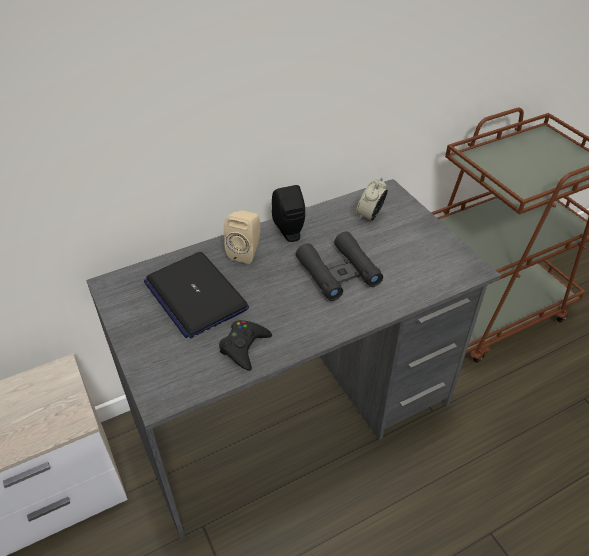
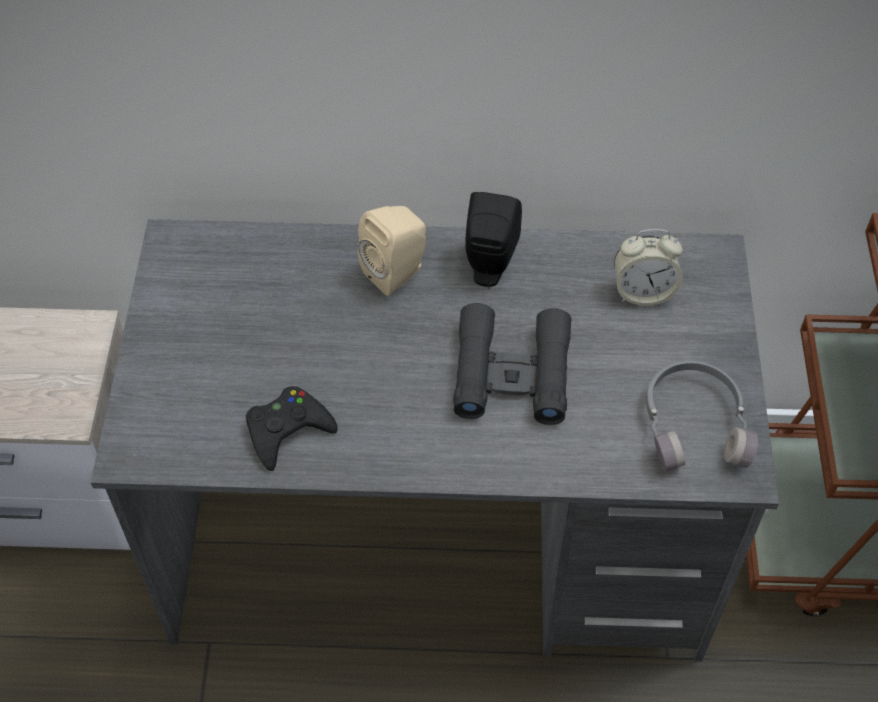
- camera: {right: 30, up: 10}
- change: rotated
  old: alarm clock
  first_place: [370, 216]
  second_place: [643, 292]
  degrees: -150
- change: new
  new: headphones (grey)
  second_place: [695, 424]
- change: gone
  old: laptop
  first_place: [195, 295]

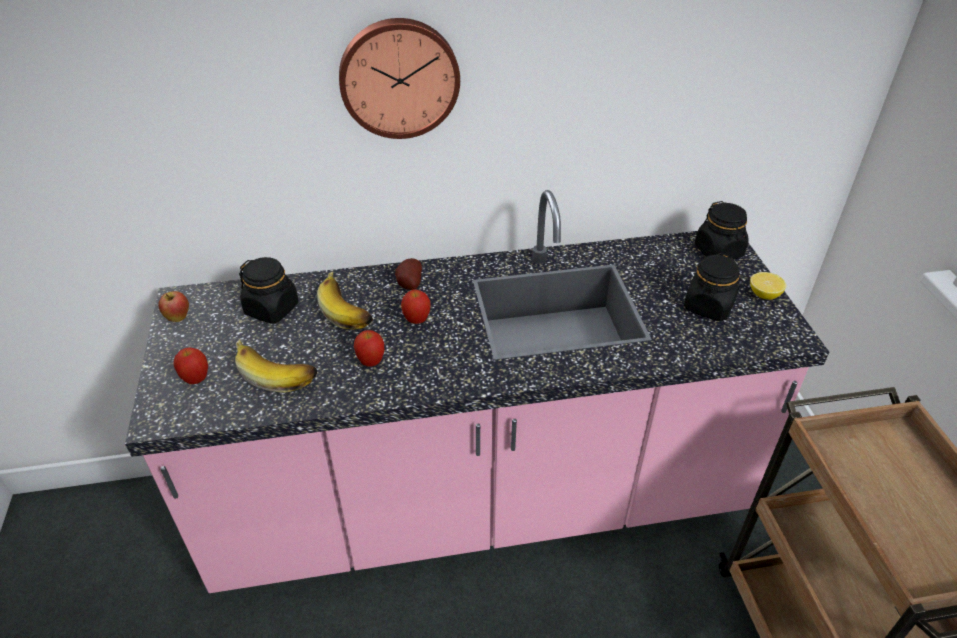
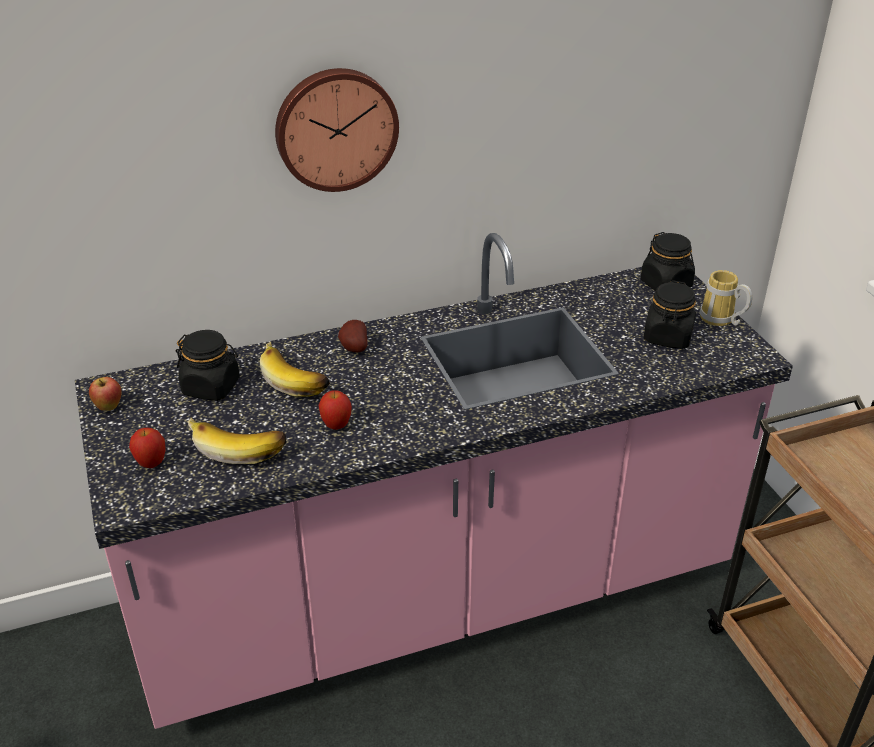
- camera: {right: -10, up: -5}
- change: swapped
  old: lemon
  new: mug
  first_place: [764, 295]
  second_place: [719, 320]
- change: gone
  old: apple
  first_place: [417, 320]

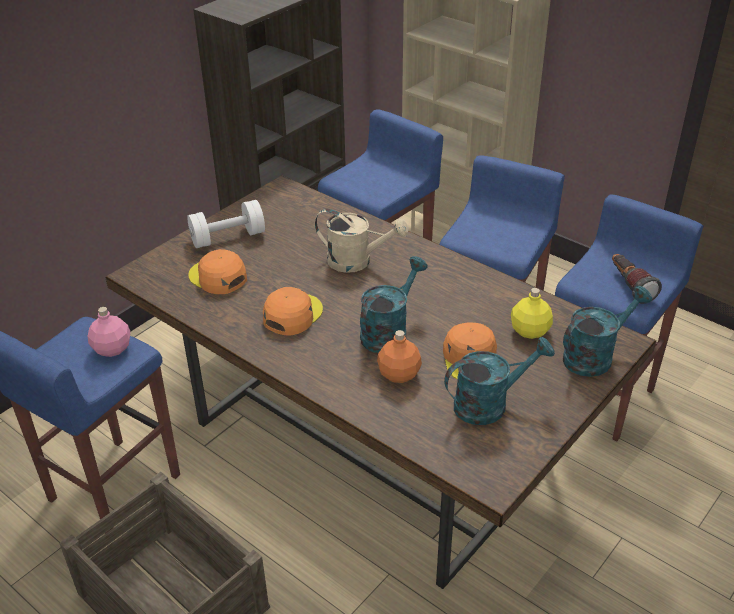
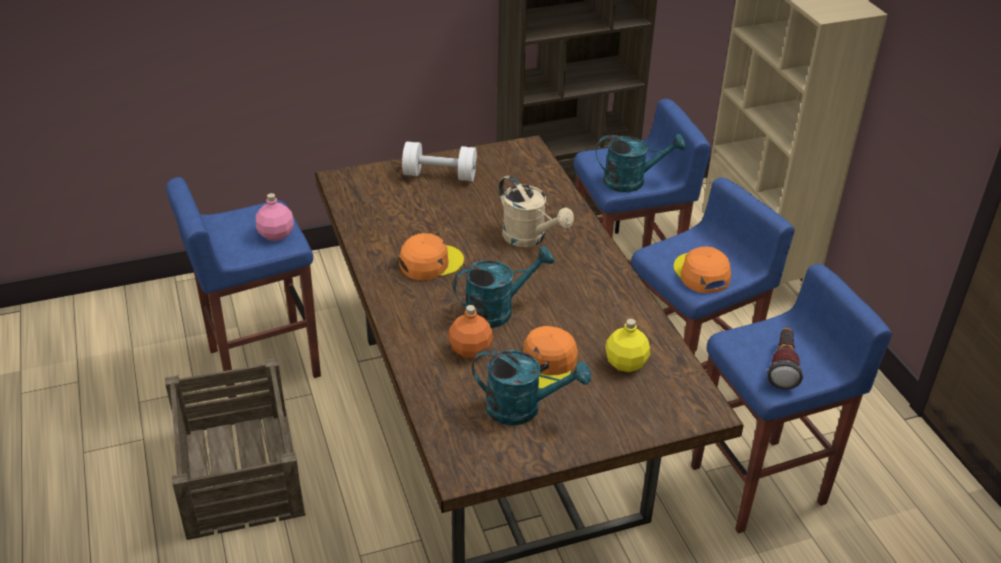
- camera: {right: 30, up: 0}
- change: shifted
  old: watering can (turquoise)
  first_place: [594, 356]
  second_place: [632, 181]
- change: shifted
  old: cap (orange)
  first_place: [217, 277]
  second_place: [701, 274]

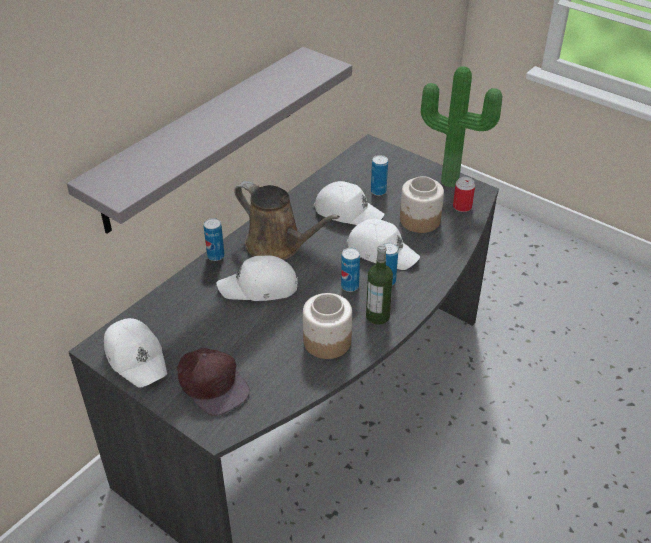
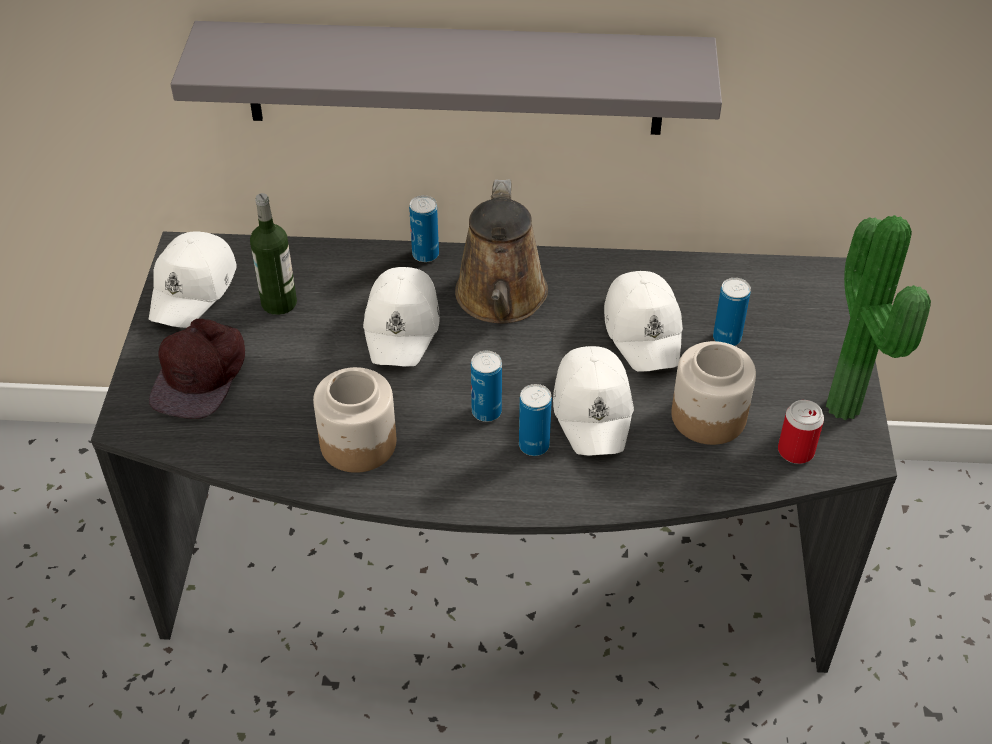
- camera: {right: 55, up: 5}
- change: shifted
  old: bottle
  first_place: [377, 316]
  second_place: [279, 303]
- change: rotated
  old: cap (white)
  first_place: [259, 288]
  second_place: [403, 326]
  degrees: -135

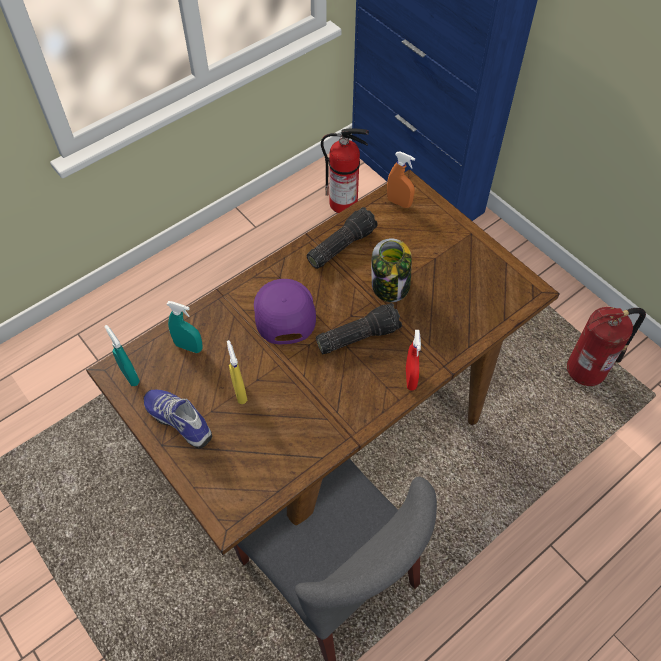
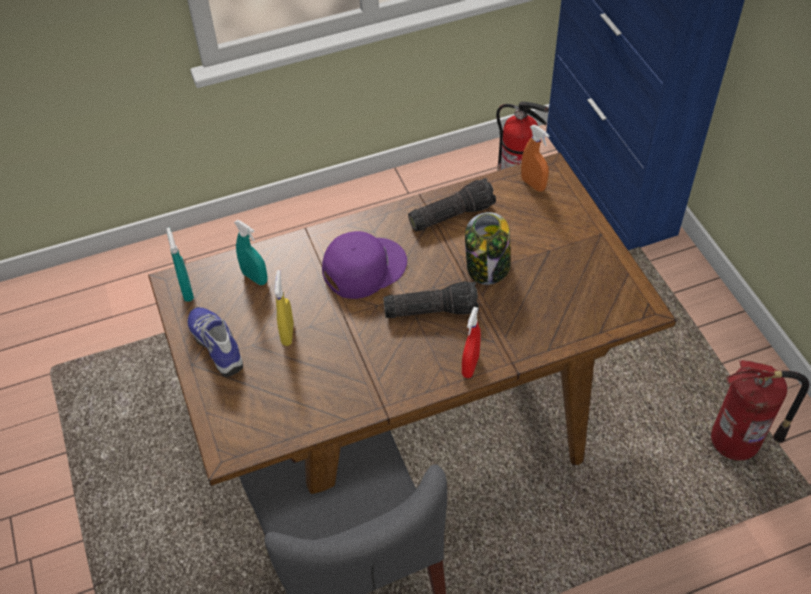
- camera: {right: 20, up: -5}
- change: rotated
  old: cap (purple)
  first_place: [283, 312]
  second_place: [363, 267]
  degrees: 45

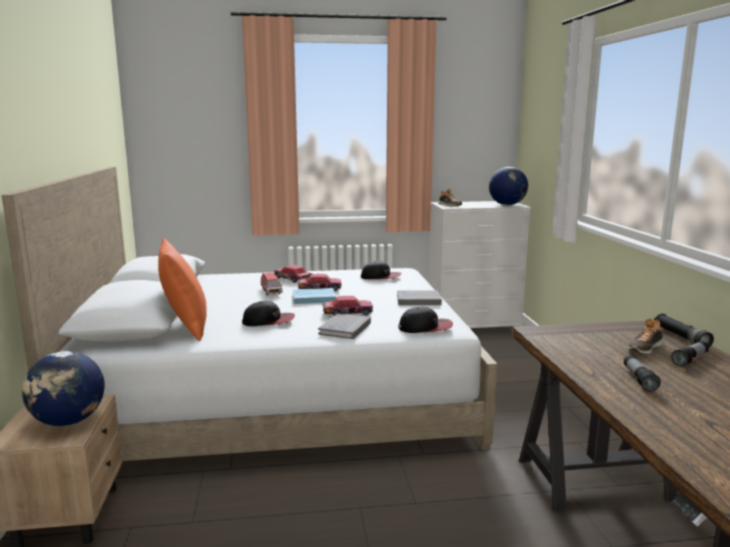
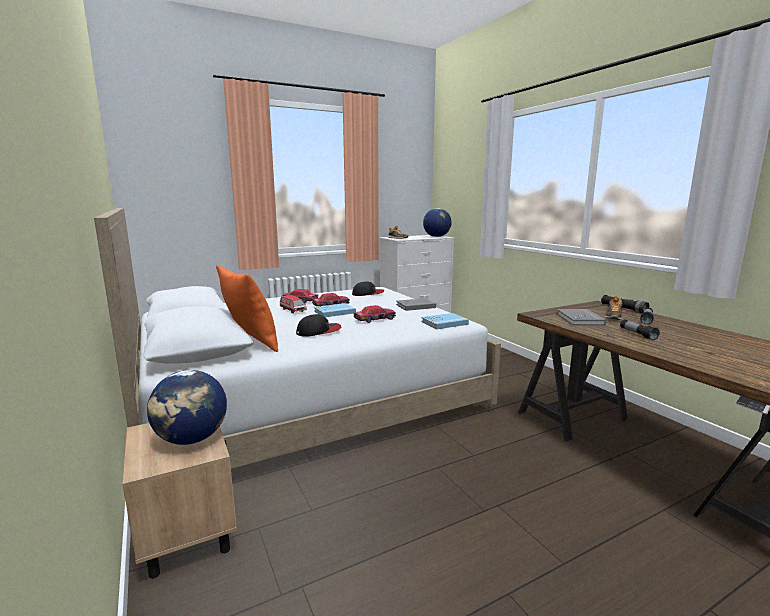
- camera: {right: -20, up: 0}
- change: swapped
  old: cap
  new: book (blue)
  first_place: [425, 328]
  second_place: [444, 323]
- change: shifted
  old: book (grey)
  first_place: [345, 328]
  second_place: [580, 319]

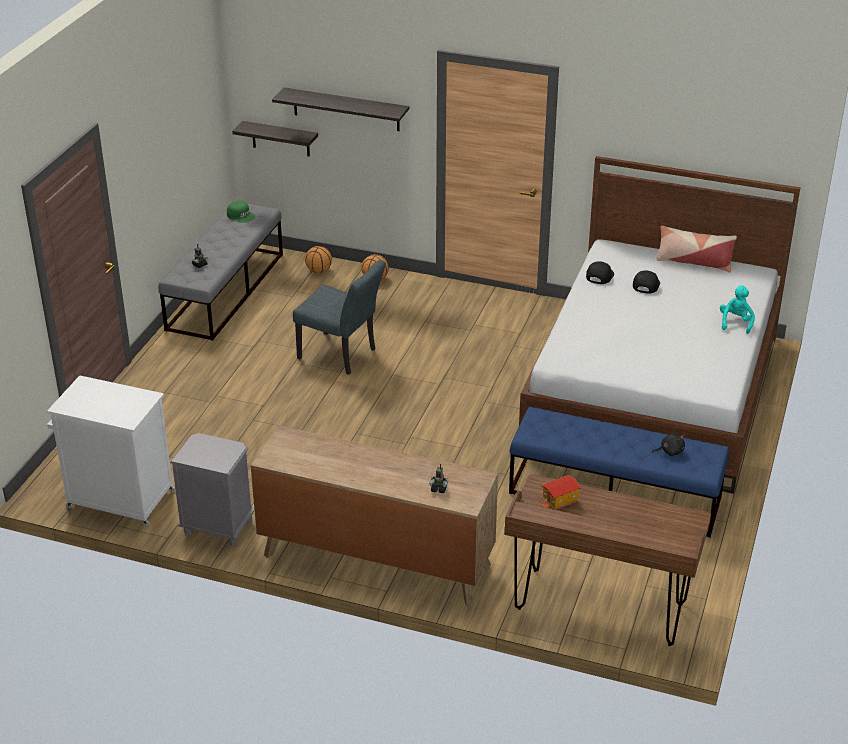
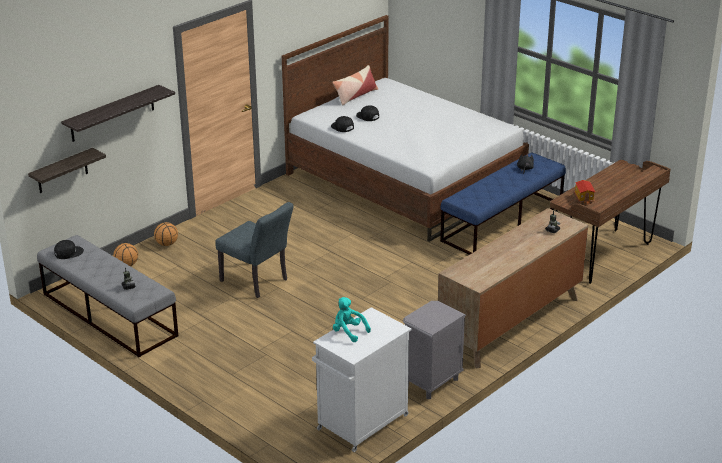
- camera: {right: -65, up: -5}
- change: repainted
  old: cap (green)
  new: cap (black)
  first_place: [241, 215]
  second_place: [68, 252]
- change: rotated
  old: chair (grey)
  first_place: [342, 355]
  second_place: [257, 282]
  degrees: 75
- change: shifted
  old: plush toy (turquoise)
  first_place: [735, 323]
  second_place: [348, 332]

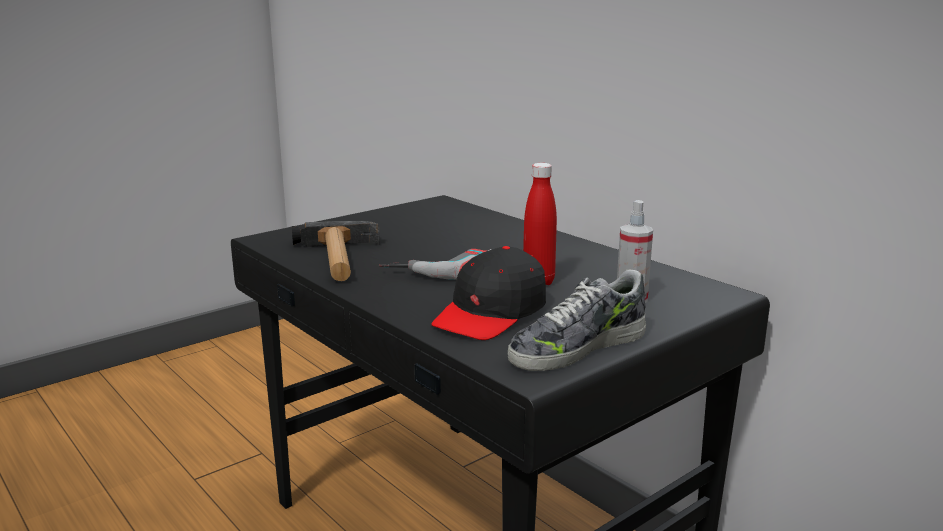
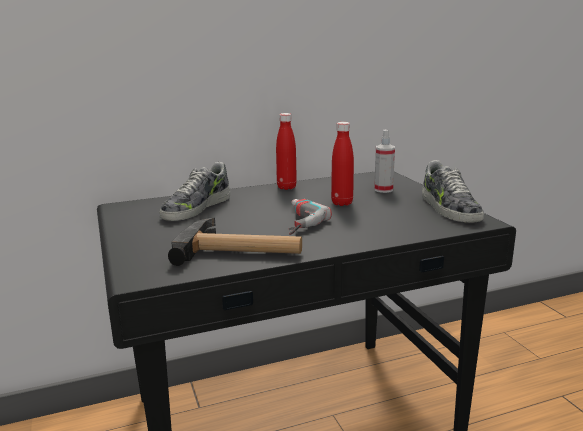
- camera: {right: -70, up: 0}
- change: new
  new: shoe
  second_place: [196, 208]
- change: new
  new: bottle (red)
  second_place: [286, 187]
- change: gone
  old: cap (black)
  first_place: [491, 313]

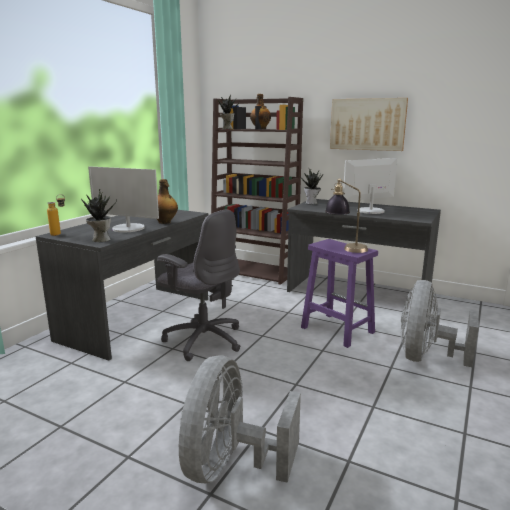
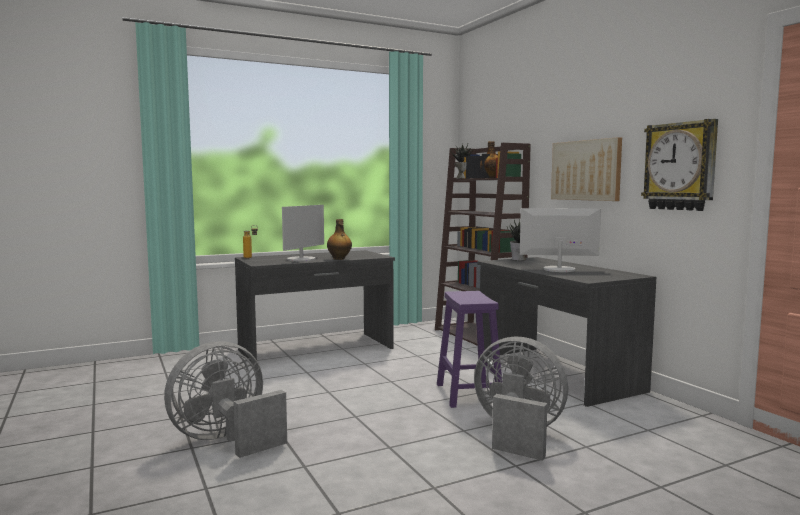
- camera: {right: 35, up: -10}
- change: rotated
  old: monitor
  first_place: [128, 228]
  second_place: [302, 259]
  degrees: -120
- change: rotated
  old: fan (grey)
  first_place: [426, 357]
  second_place: [517, 434]
  degrees: 60
- change: new
  new: wall clock
  second_place: [680, 166]
- change: gone
  old: potted plant
  first_place: [100, 240]
- change: gone
  old: office chair (grey)
  first_place: [203, 340]
- change: gone
  old: table lamp
  first_place: [345, 248]

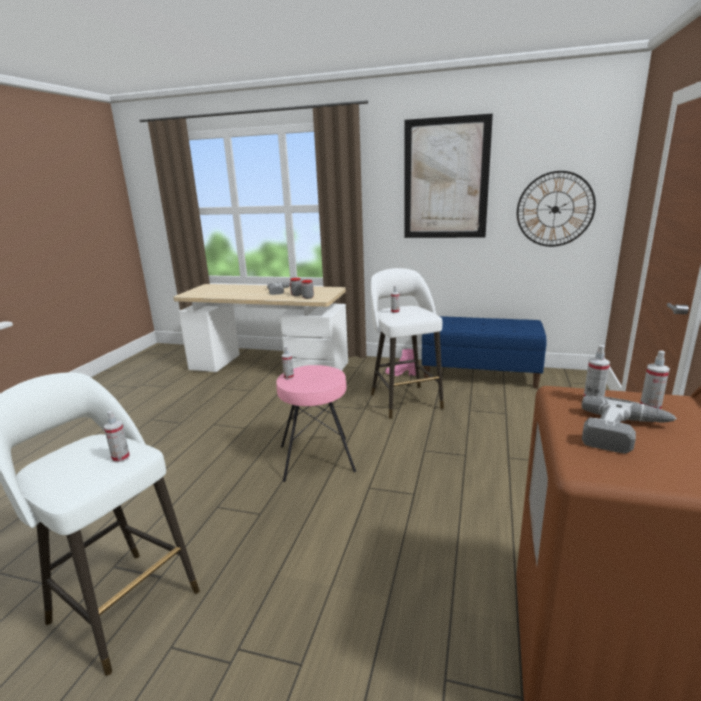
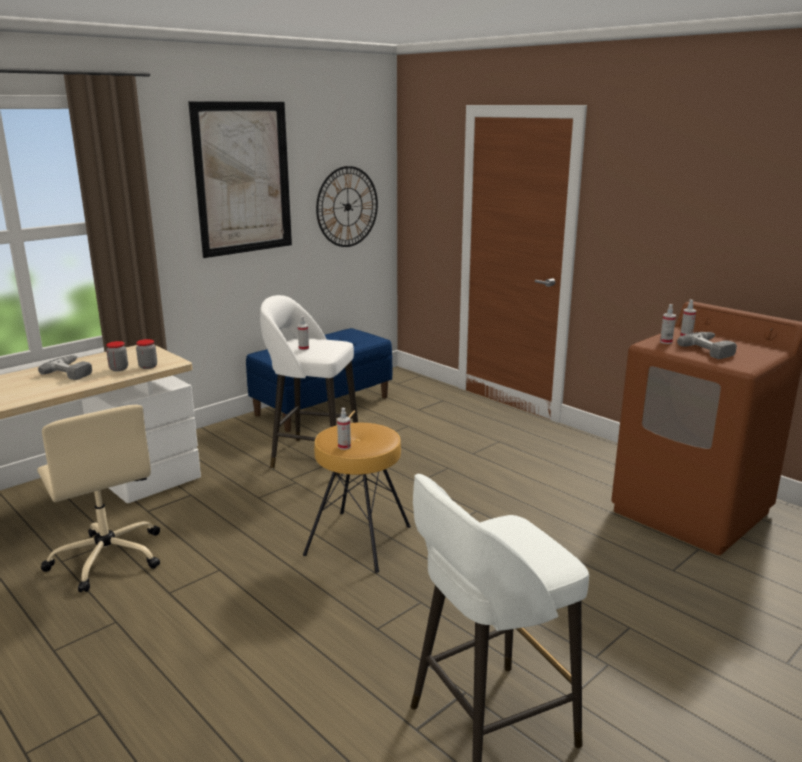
- camera: {right: -60, up: 0}
- change: new
  new: office chair (beige)
  second_place: [107, 557]
- change: repainted
  old: stool (pink)
  new: stool (brown)
  first_place: [316, 458]
  second_place: [359, 540]
- change: gone
  old: spray bottle
  first_place: [121, 457]
- change: gone
  old: boot (pink)
  first_place: [401, 374]

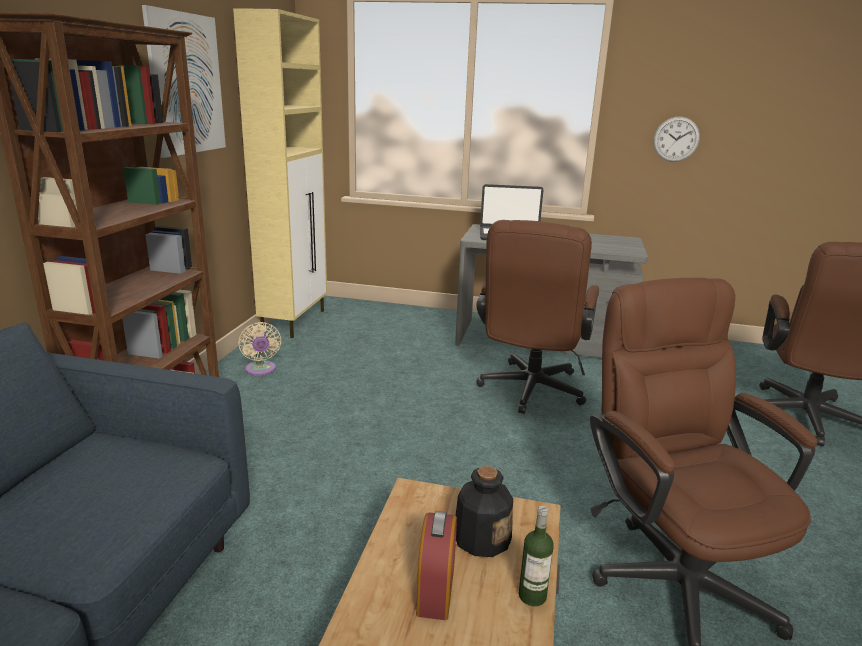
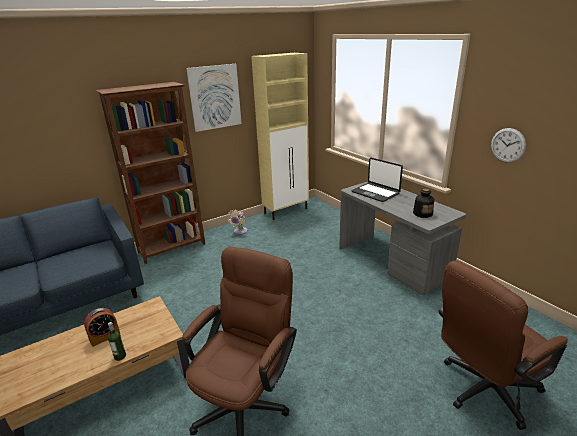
- camera: {right: 45, up: 5}
- change: shifted
  old: bottle
  first_place: [481, 537]
  second_place: [422, 213]
- change: gone
  old: office chair (brown)
  first_place: [529, 392]

